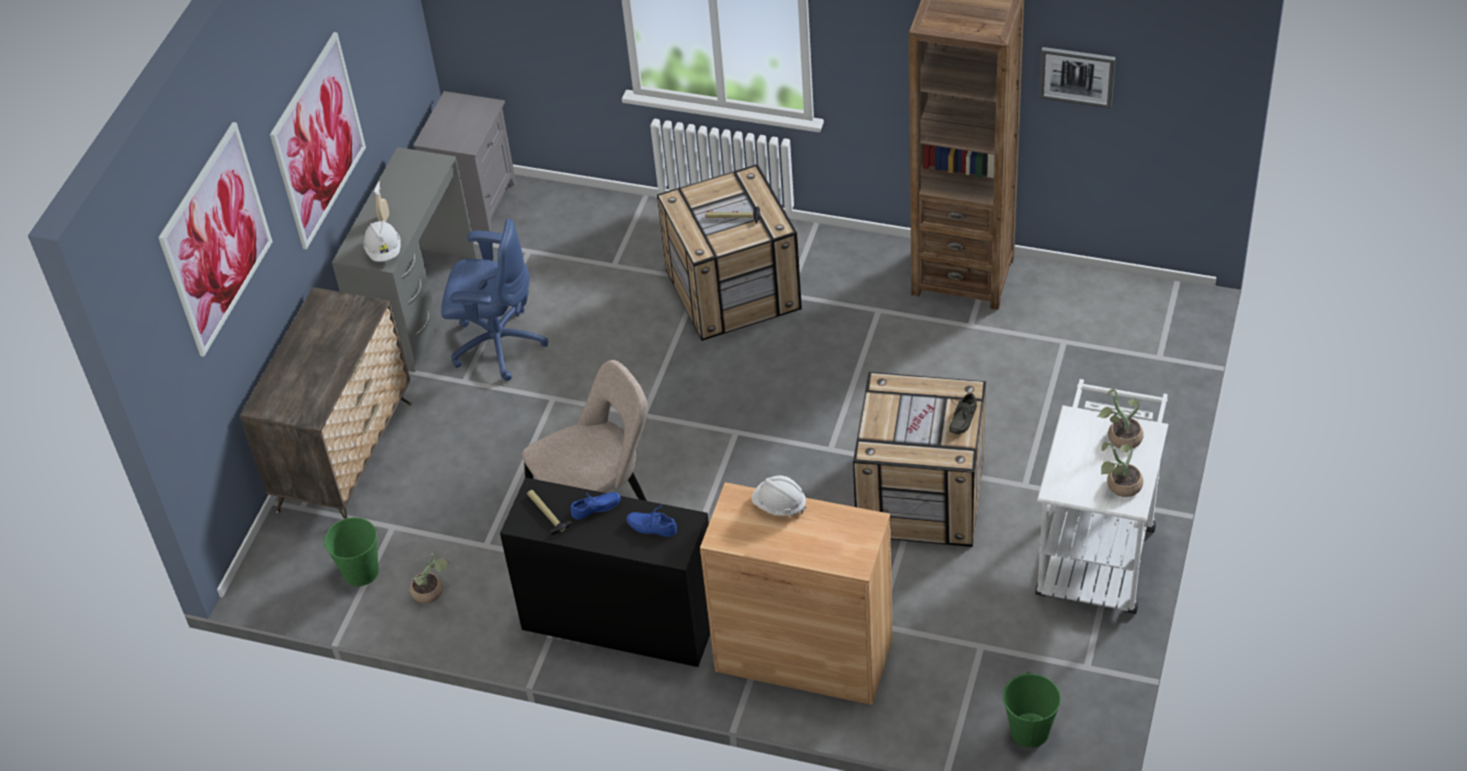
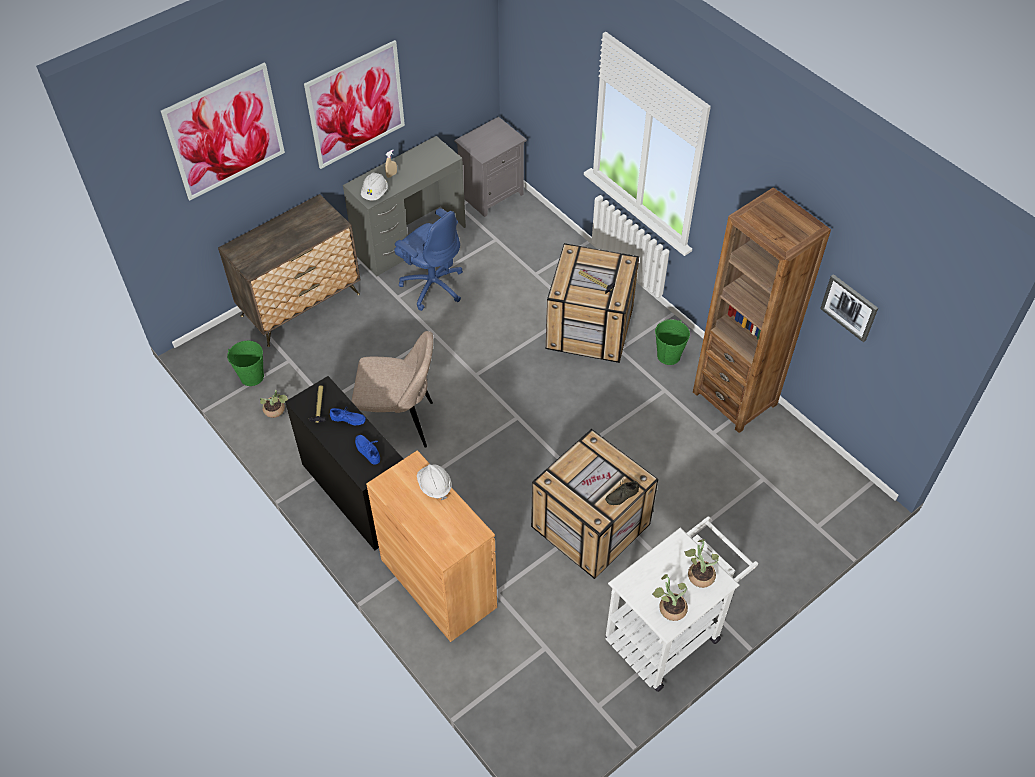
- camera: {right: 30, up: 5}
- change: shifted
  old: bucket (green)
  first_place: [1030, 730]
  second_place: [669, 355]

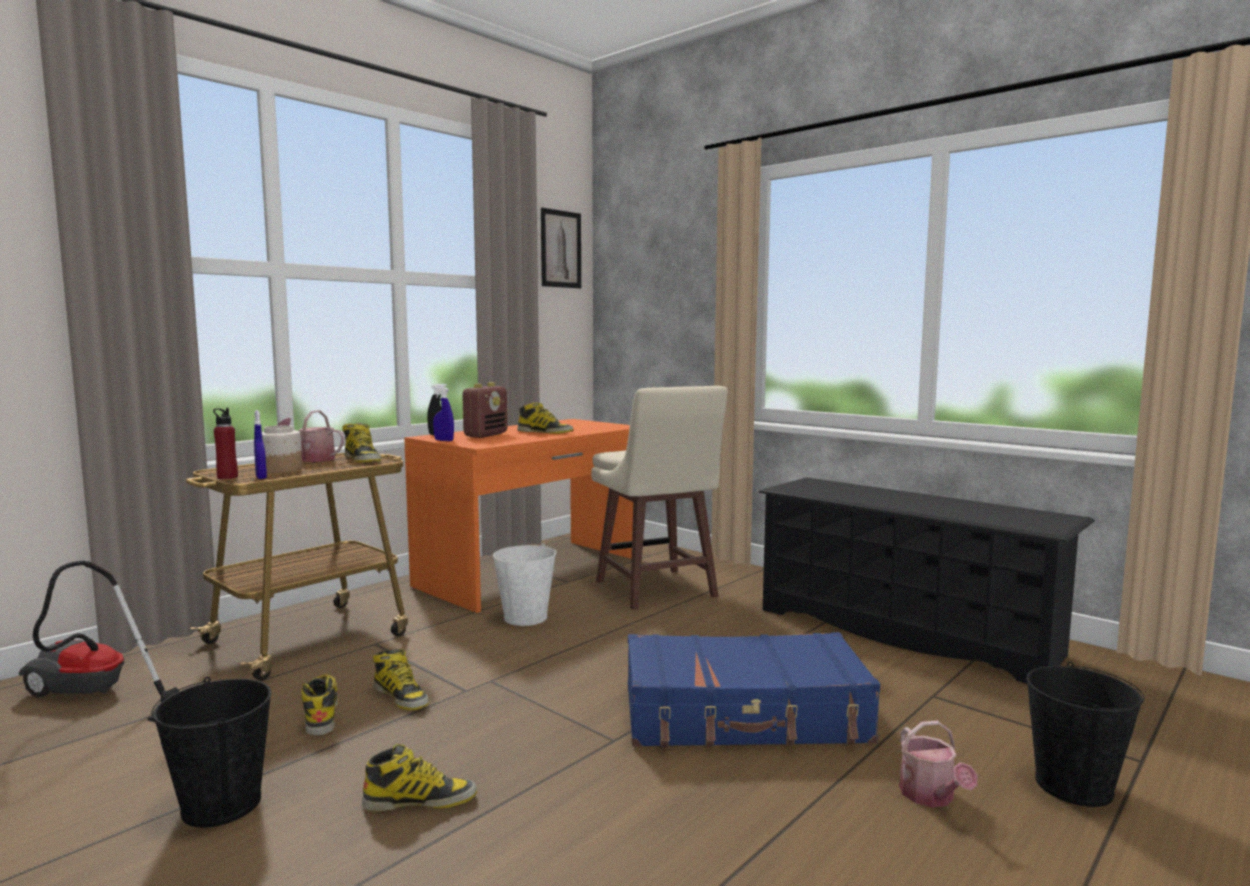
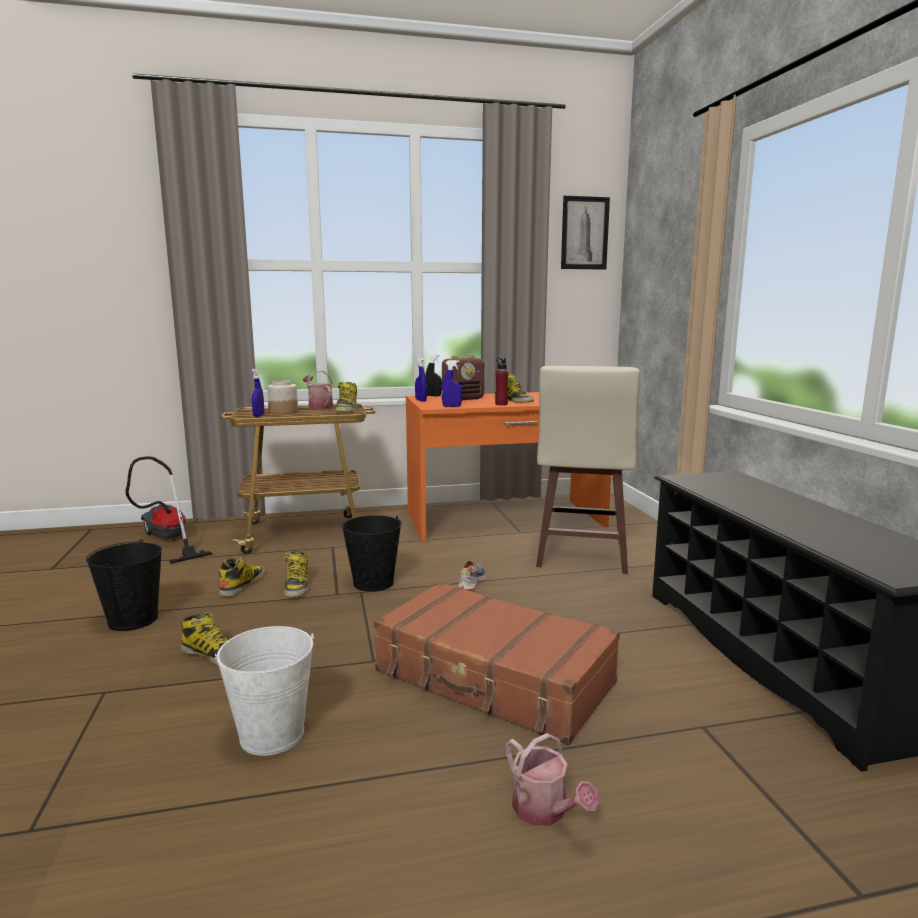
- camera: {right: 35, up: 5}
- change: shifted
  old: bucket (white)
  first_place: [525, 617]
  second_place: [271, 734]
- change: shifted
  old: bucket (black)
  first_place: [1073, 786]
  second_place: [373, 583]
- change: repainted
  old: suitcase (blue)
  new: suitcase (brown)
  first_place: [744, 716]
  second_place: [493, 678]
- change: new
  new: spray bottle (blue)
  second_place: [451, 406]
- change: new
  new: shoe
  second_place: [470, 582]
- change: shifted
  old: bottle (red)
  first_place: [227, 477]
  second_place: [501, 404]
- change: rotated
  old: watering can
  first_place: [930, 797]
  second_place: [545, 811]
  degrees: -60

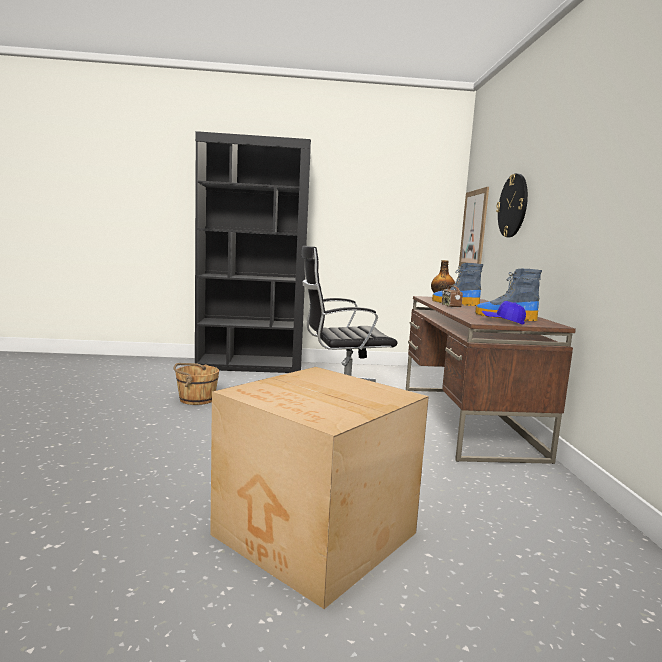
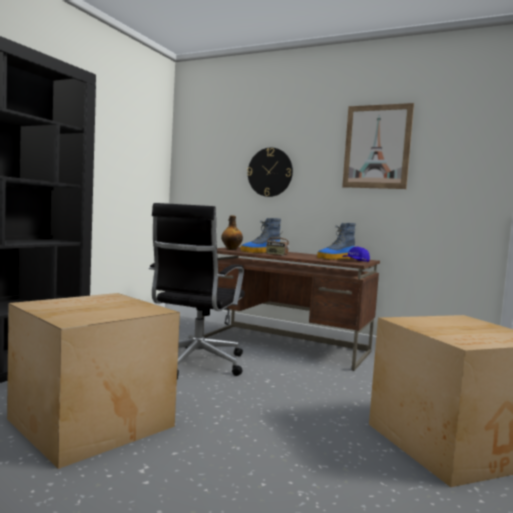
- camera: {right: -60, up: -5}
- change: swapped
  old: bucket (brown)
  new: cardboard box
  first_place: [196, 399]
  second_place: [88, 422]
- change: shifted
  old: picture
  first_place: [473, 229]
  second_place: [377, 147]

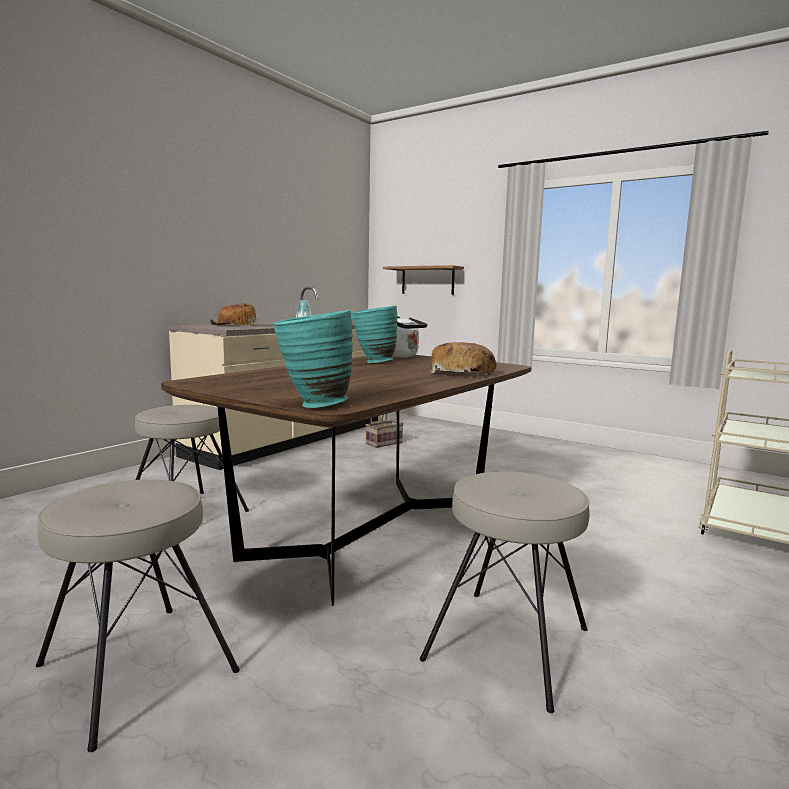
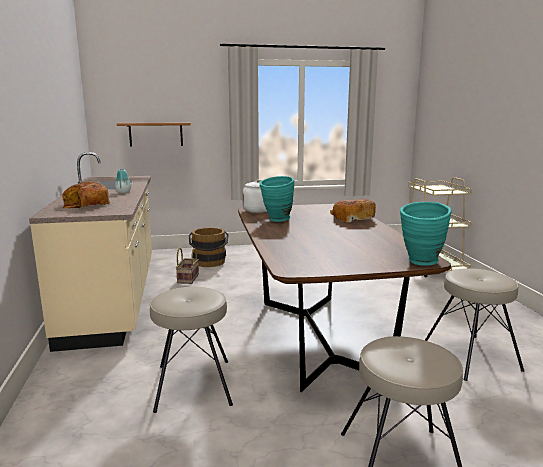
- camera: {right: -45, up: 5}
- change: new
  new: bucket (brown)
  second_place: [209, 263]

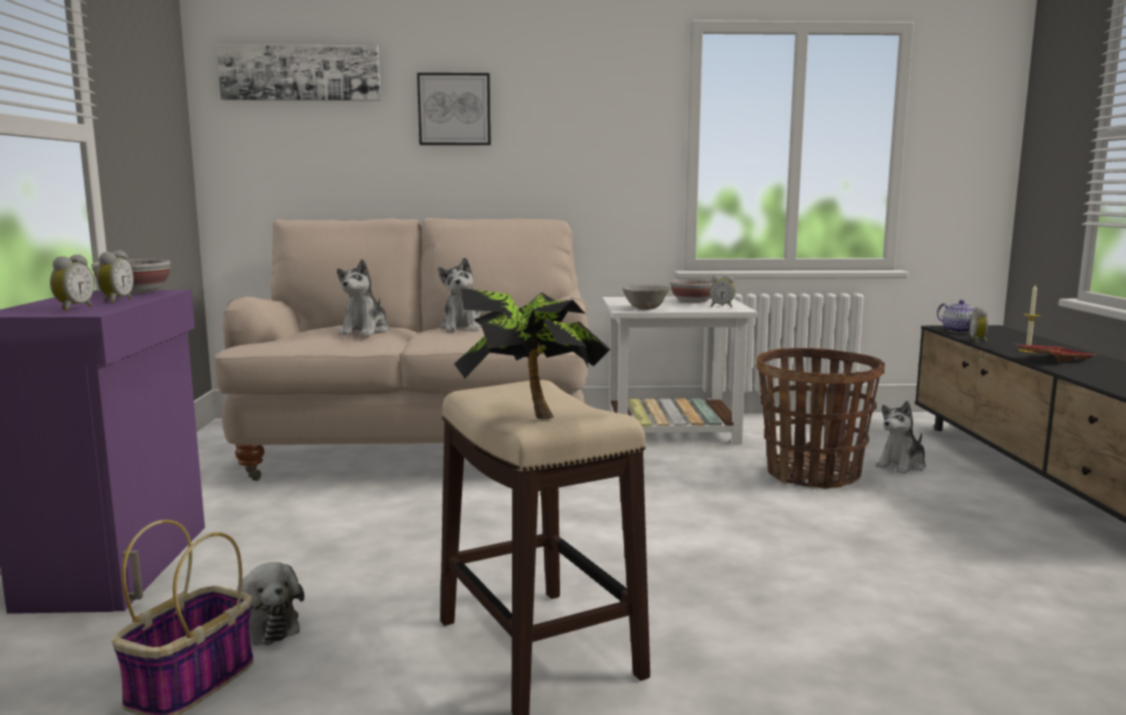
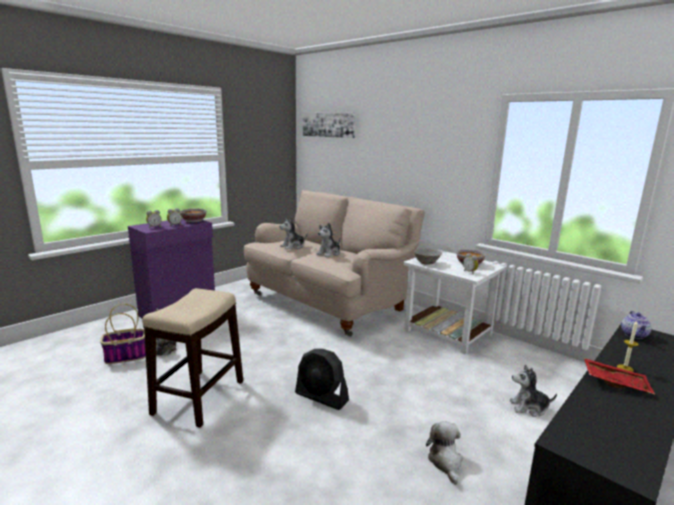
- camera: {right: 45, up: 5}
- change: new
  new: fan (black)
  second_place: [321, 397]
- change: new
  new: plush toy
  second_place: [445, 461]
- change: gone
  old: picture
  first_place: [454, 109]
- change: gone
  old: potted plant
  first_place: [530, 413]
- change: gone
  old: basket
  first_place: [812, 474]
- change: gone
  old: alarm clock
  first_place: [978, 341]

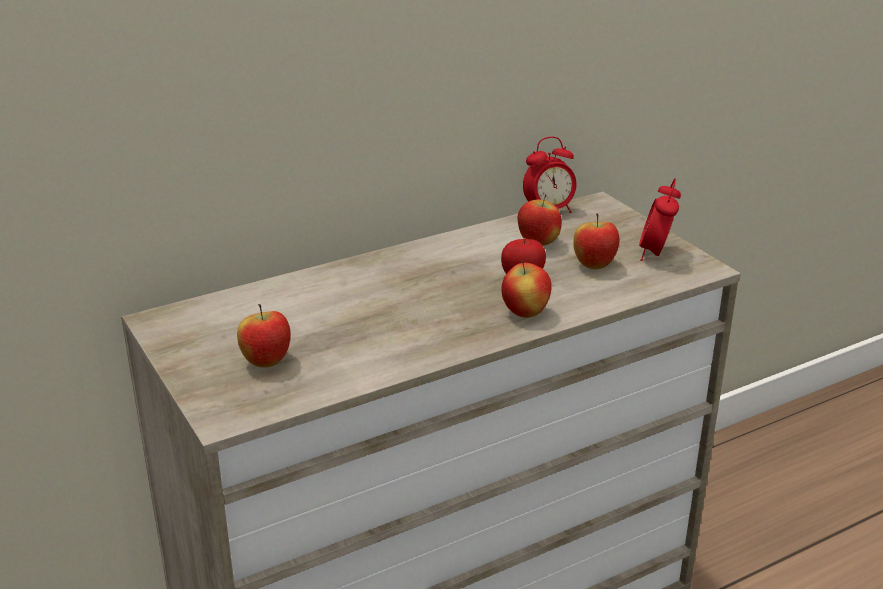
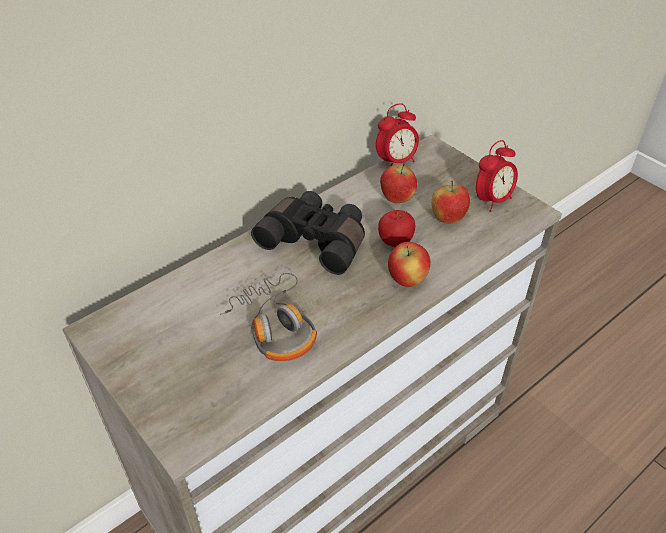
- camera: {right: -10, up: 15}
- change: new
  new: headphones
  second_place: [276, 326]
- change: new
  new: binoculars (black)
  second_place: [316, 240]
- change: rotated
  old: alarm clock
  first_place: [655, 254]
  second_place: [492, 200]
  degrees: -135
- change: gone
  old: apple
  first_place: [266, 362]

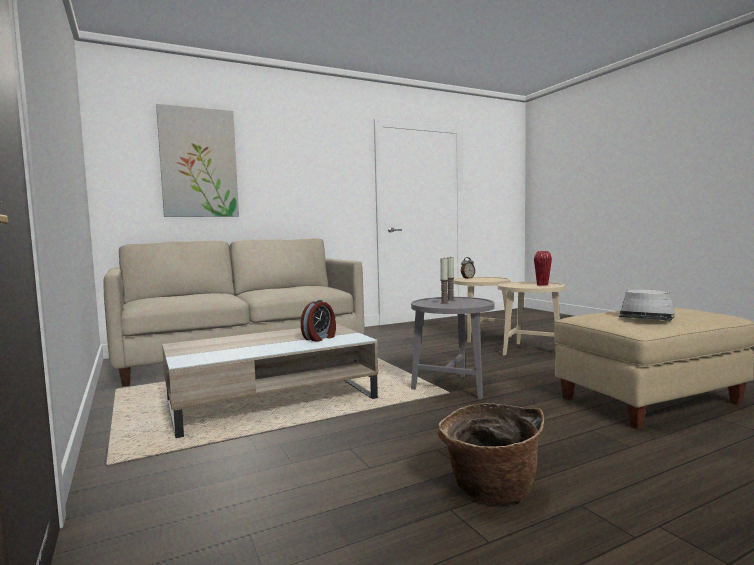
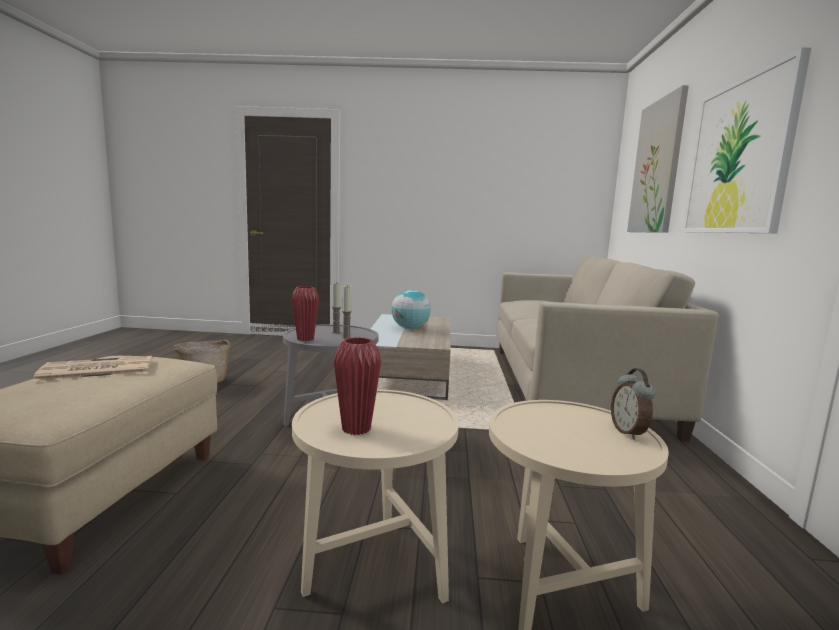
- camera: {right: 120, up: 5}
- change: swapped
  old: hat (grey)
  new: newspaper
  first_place: [646, 316]
  second_place: [95, 370]
- change: new
  new: vase (red)
  second_place: [305, 339]
- change: new
  new: globe
  second_place: [410, 328]
- change: new
  new: picture
  second_place: [738, 157]
- change: gone
  old: alarm clock
  first_place: [320, 338]

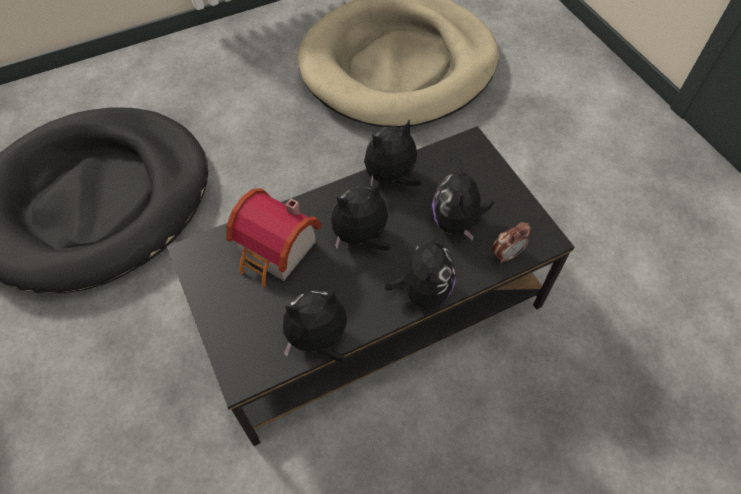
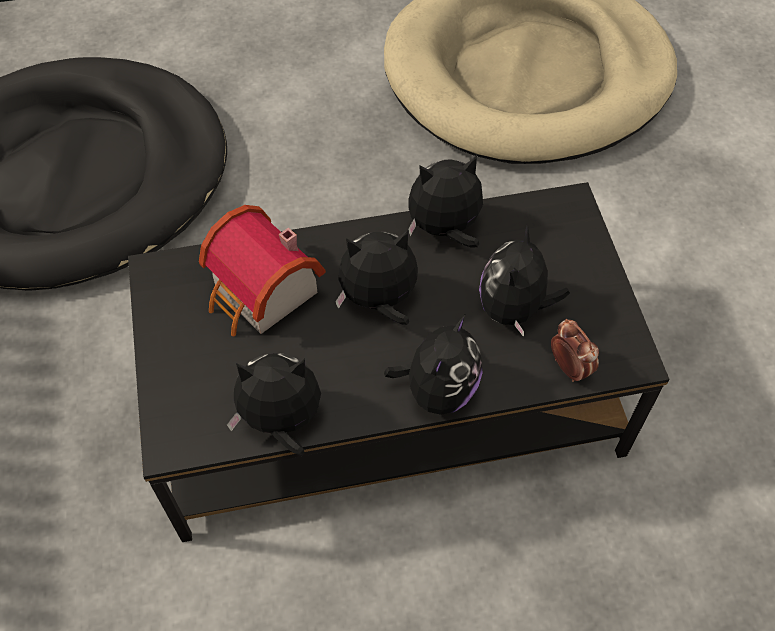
- camera: {right: 15, up: 0}
- change: rotated
  old: alarm clock
  first_place: [506, 254]
  second_place: [569, 367]
  degrees: -105

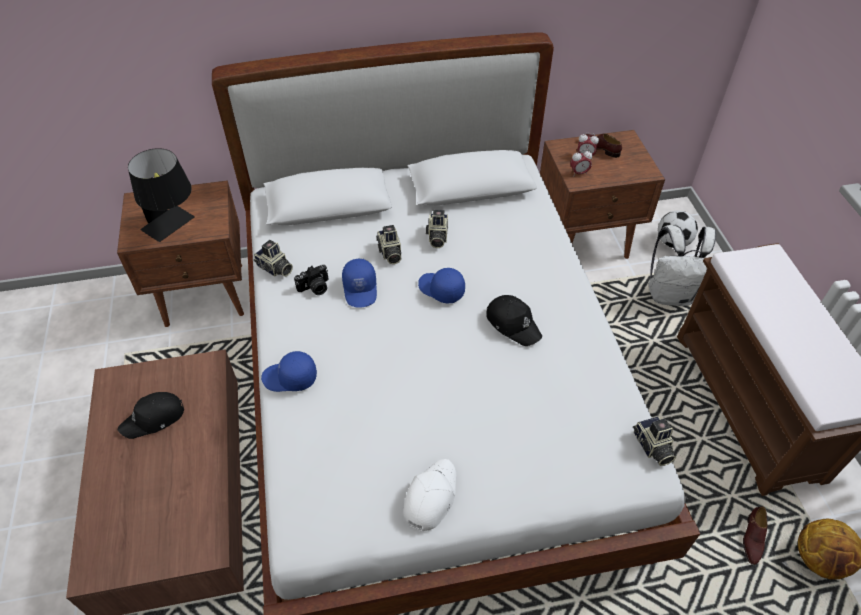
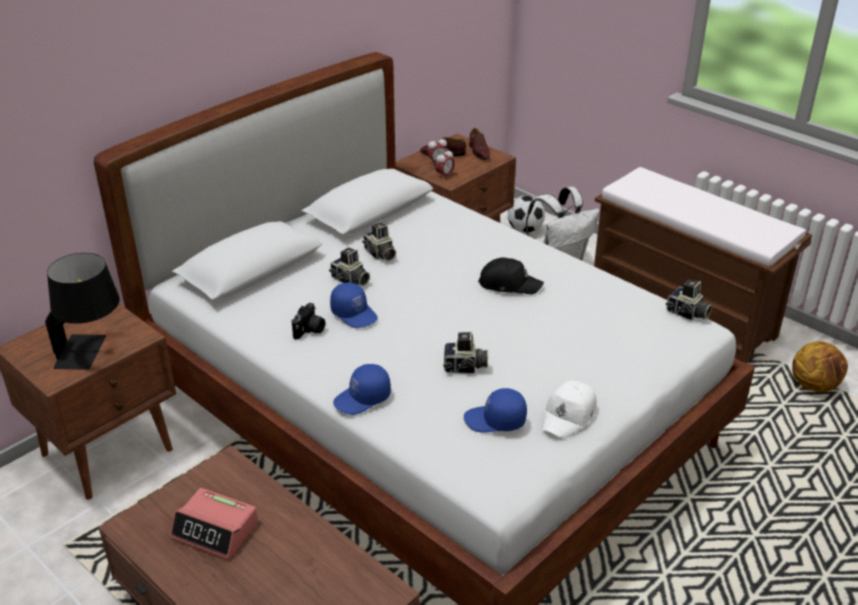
- camera: {right: -35, up: -15}
- change: swapped
  old: cap (black)
  new: alarm clock
  first_place: [154, 418]
  second_place: [216, 531]
- change: shifted
  old: photo camera
  first_place: [275, 268]
  second_place: [465, 367]
- change: shifted
  old: cap (blue)
  first_place: [441, 289]
  second_place: [495, 420]
- change: shifted
  old: shoe (brown)
  first_place: [752, 538]
  second_place: [478, 152]
- change: rotated
  old: cap (white)
  first_place: [430, 497]
  second_place: [569, 415]
  degrees: -135

